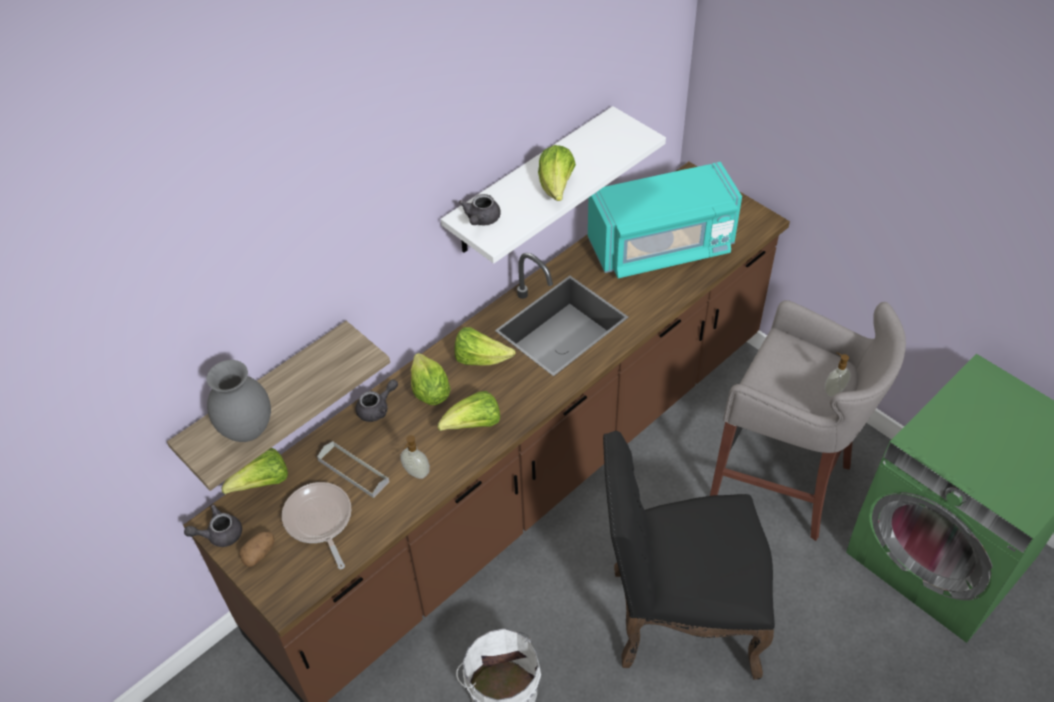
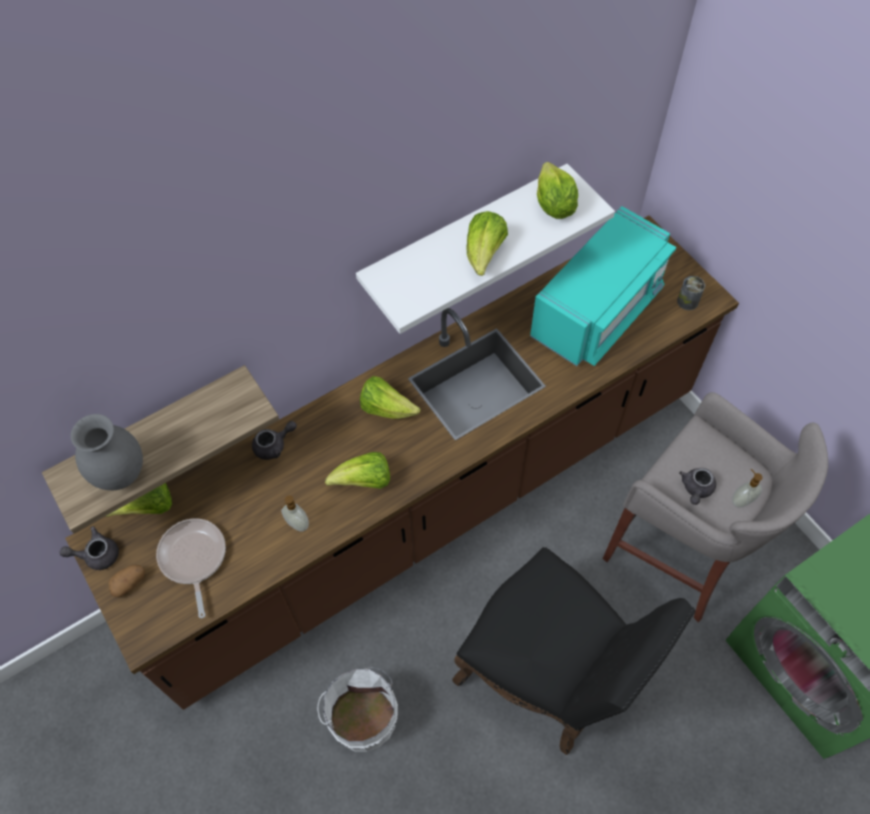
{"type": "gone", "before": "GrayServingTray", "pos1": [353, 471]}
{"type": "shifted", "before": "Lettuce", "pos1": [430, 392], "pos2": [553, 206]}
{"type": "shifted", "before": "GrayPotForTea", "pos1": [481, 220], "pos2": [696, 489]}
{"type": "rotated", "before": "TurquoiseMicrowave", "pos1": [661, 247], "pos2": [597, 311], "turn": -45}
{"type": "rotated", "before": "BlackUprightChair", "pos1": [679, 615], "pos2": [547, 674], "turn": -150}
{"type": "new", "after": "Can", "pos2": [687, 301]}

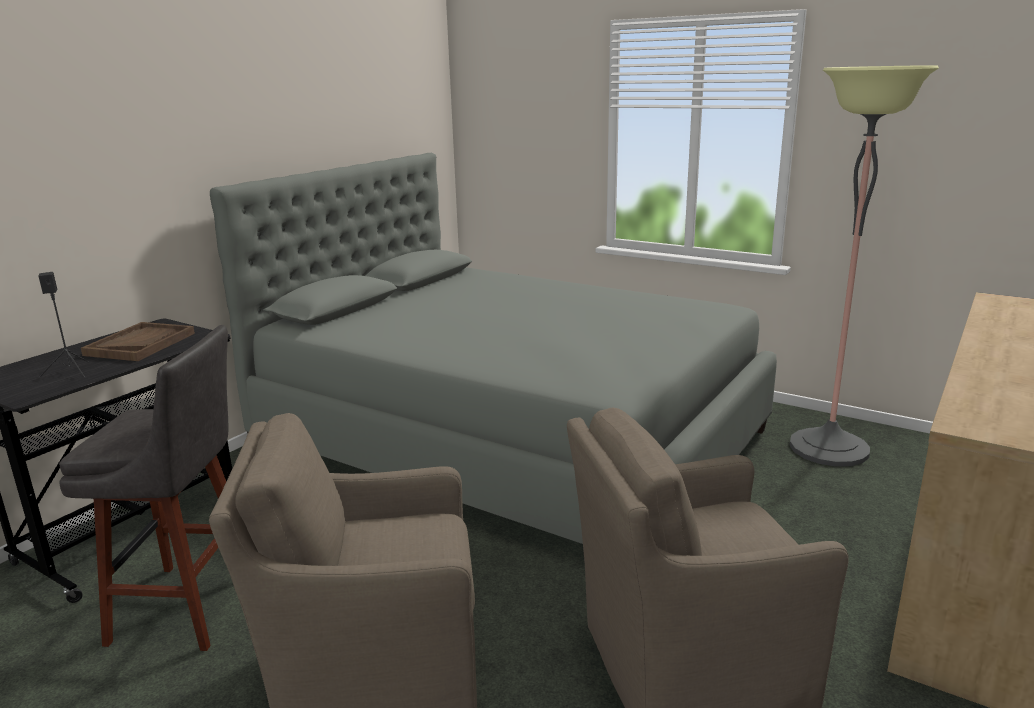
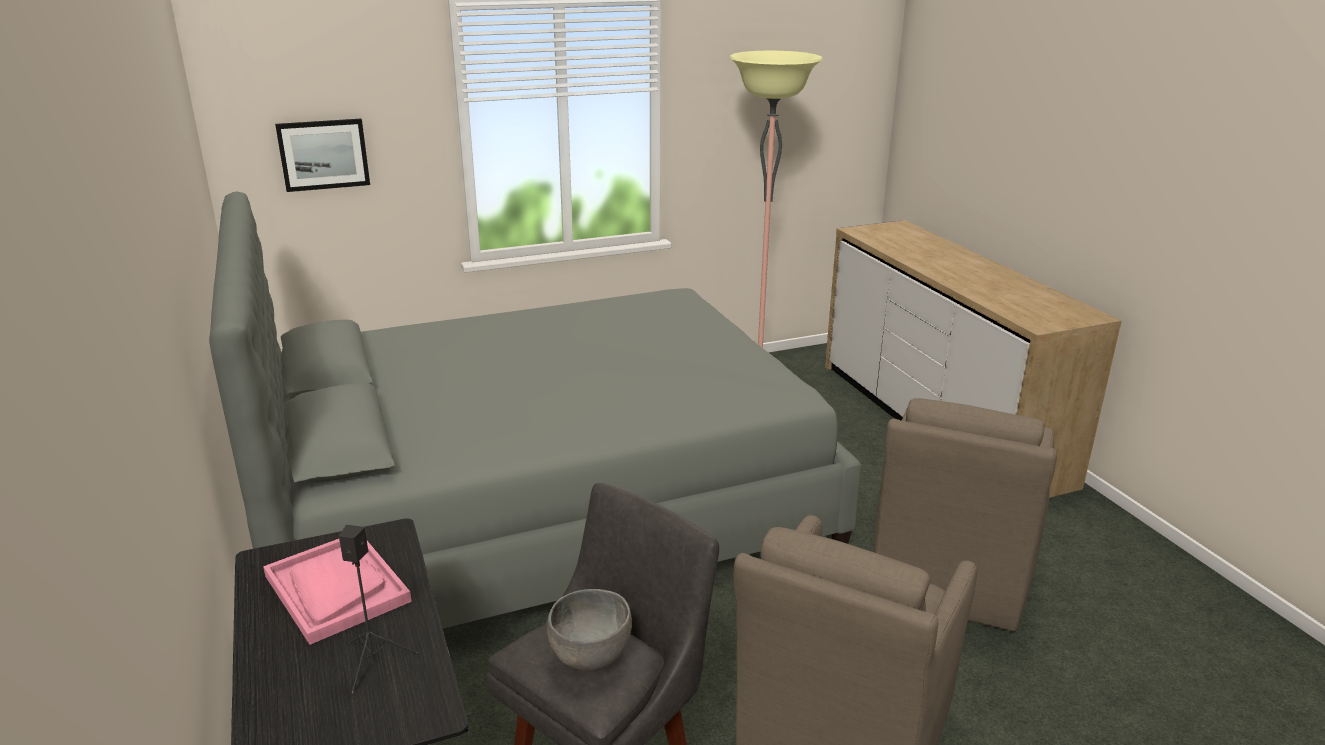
{"type": "repainted", "before": "BrownColouredServingTray", "after": "PinkColouredServingTray", "pos1": [140, 344], "pos2": [336, 588]}
{"type": "new", "after": "Picture", "pos2": [323, 154]}
{"type": "new", "after": "GrayDeepDish", "pos2": [590, 657]}

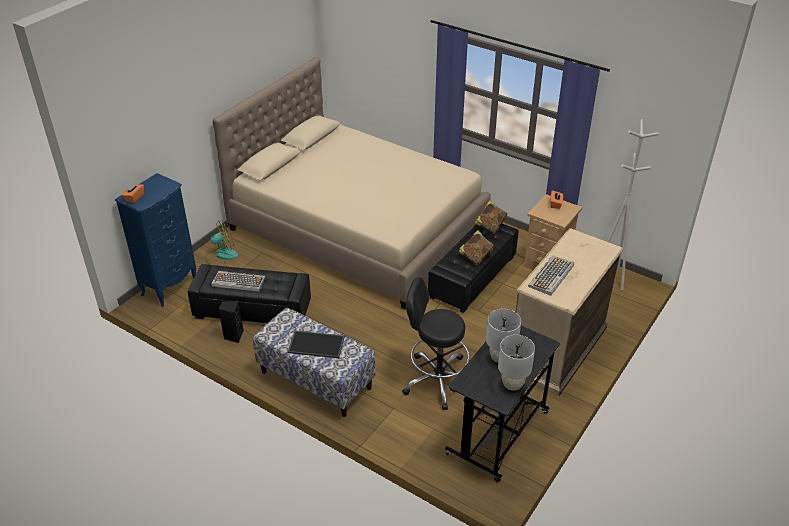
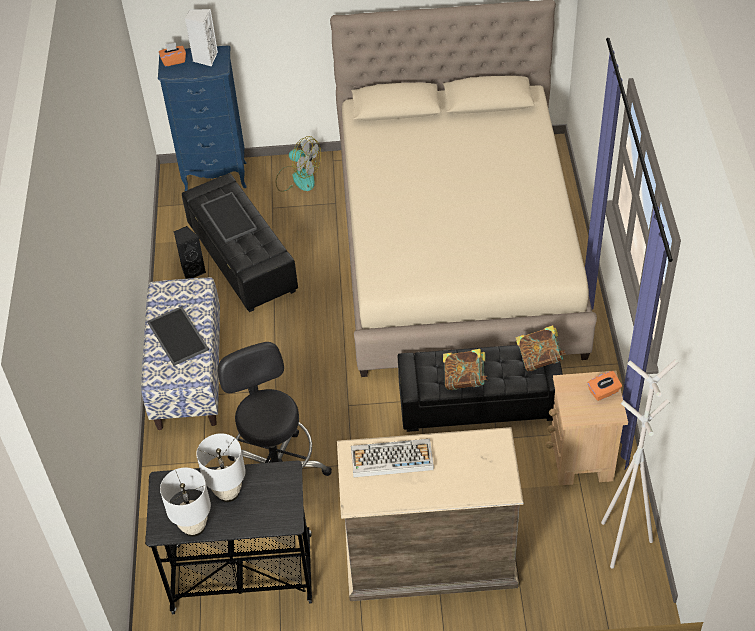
{"type": "swapped", "before": "ComputerKeyboard", "after": "ServingTray", "pos1": [238, 282], "pos2": [227, 217]}
{"type": "new", "after": "WhitishLoudspeaker", "pos2": [205, 58]}

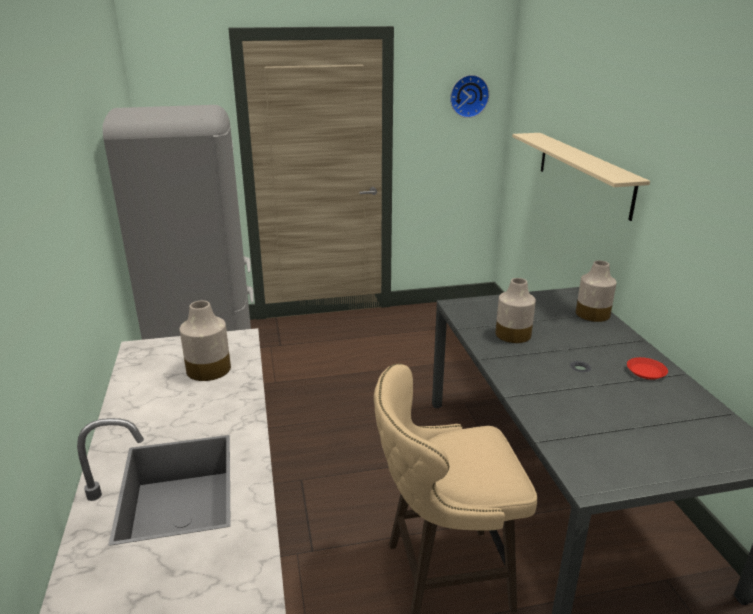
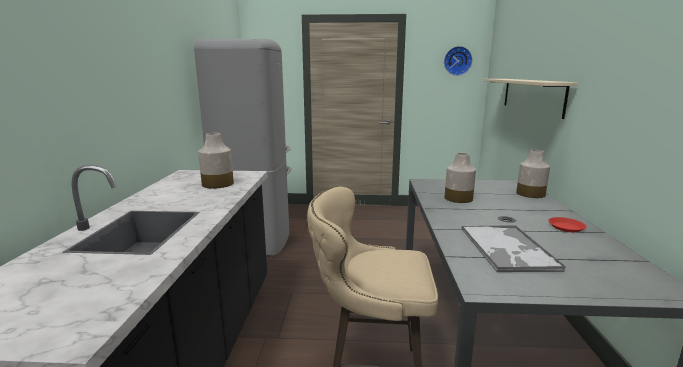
{"type": "new", "after": "ServingTray", "pos2": [507, 249]}

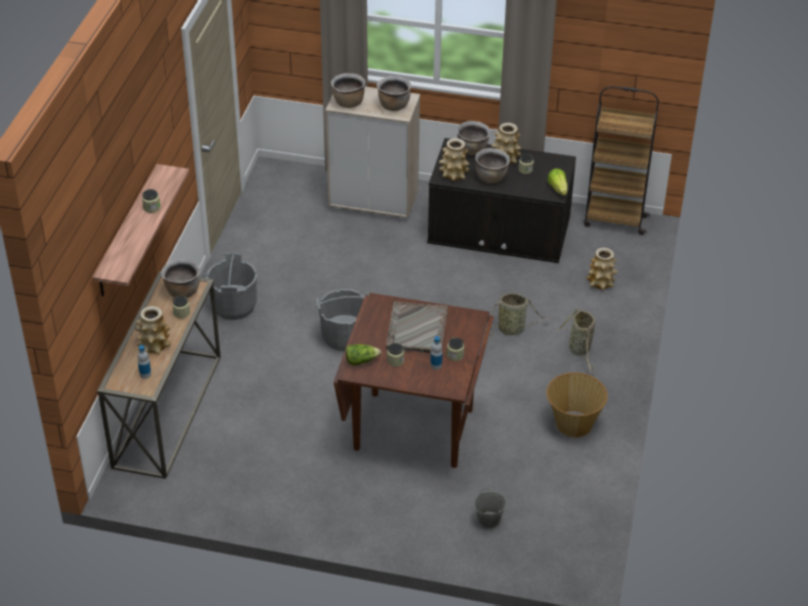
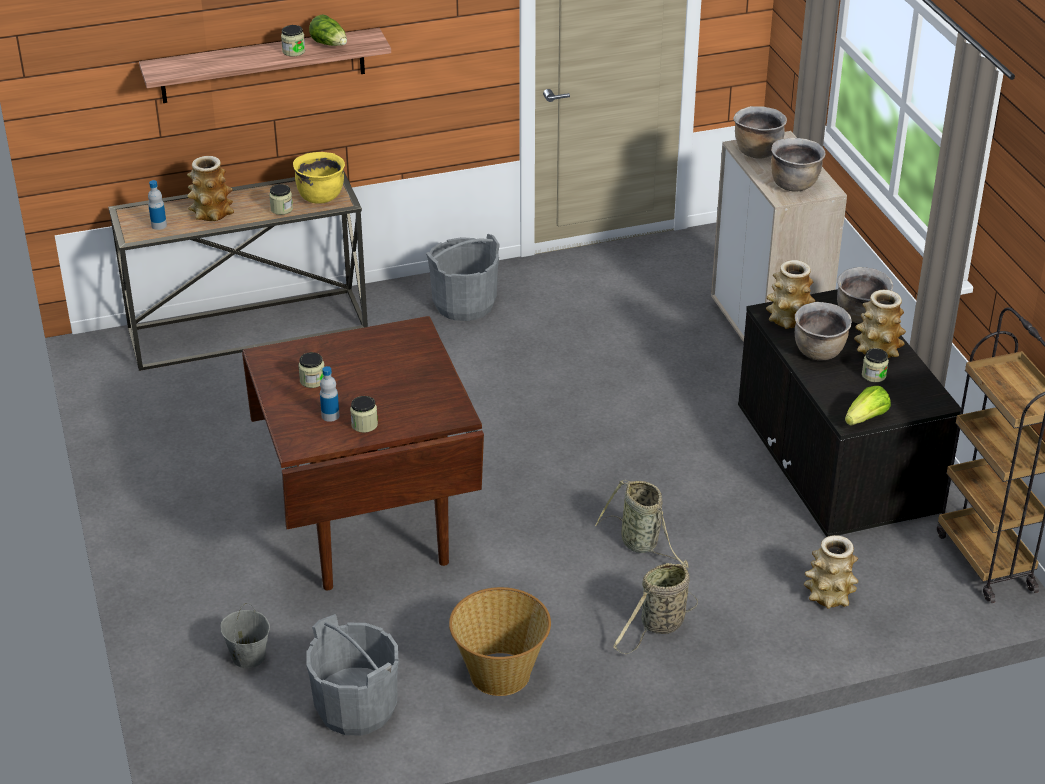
{"type": "repainted", "before": "BrownColouredCookingPot", "after": "YellowColouredCookingPot", "pos1": [182, 291], "pos2": [320, 196]}
{"type": "shifted", "before": "GrayWaterBucket", "pos1": [344, 336], "pos2": [356, 707]}
{"type": "shifted", "before": "Lettuce", "pos1": [361, 361], "pos2": [330, 44]}
{"type": "gone", "before": "GrayServingTray", "pos1": [417, 329]}

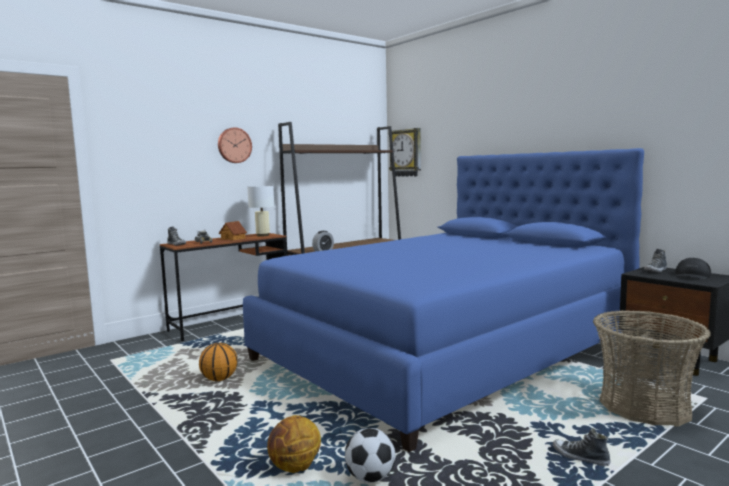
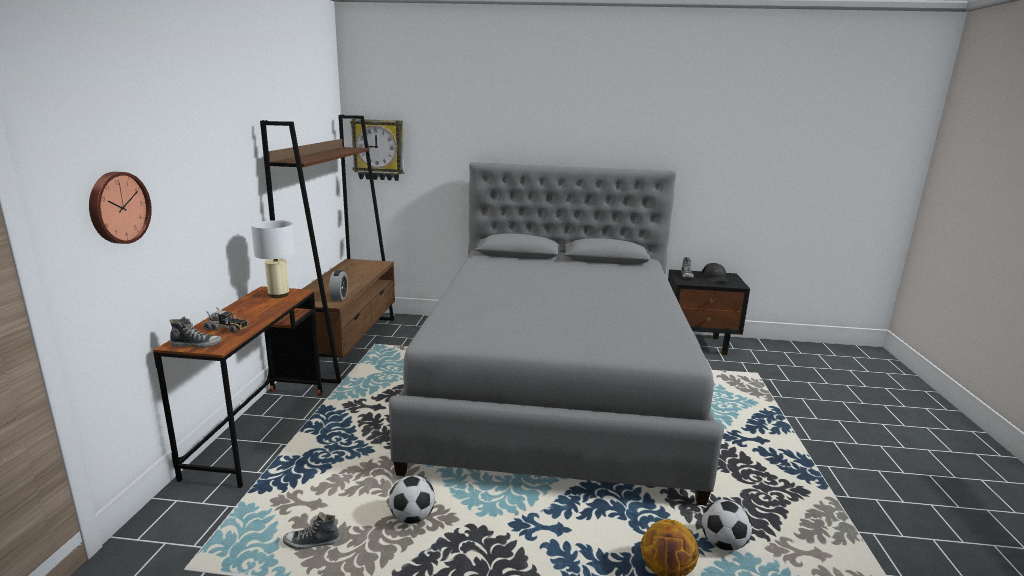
{"type": "swapped", "before": "BallForBasketball", "after": "BallForFootball", "pos1": [220, 379], "pos2": [412, 518]}
{"type": "shifted", "before": "HangingClock", "pos1": [234, 145], "pos2": [117, 207]}
{"type": "gone", "before": "ToyHouse", "pos1": [233, 238]}
{"type": "repainted", "before": "BlueColouredSleepingBed", "after": "GraySleepingBed", "pos1": [447, 350], "pos2": [556, 386]}
{"type": "shifted", "before": "LowShoe", "pos1": [580, 457], "pos2": [312, 543]}
{"type": "gone", "before": "HouseholdBasket", "pos1": [644, 406]}

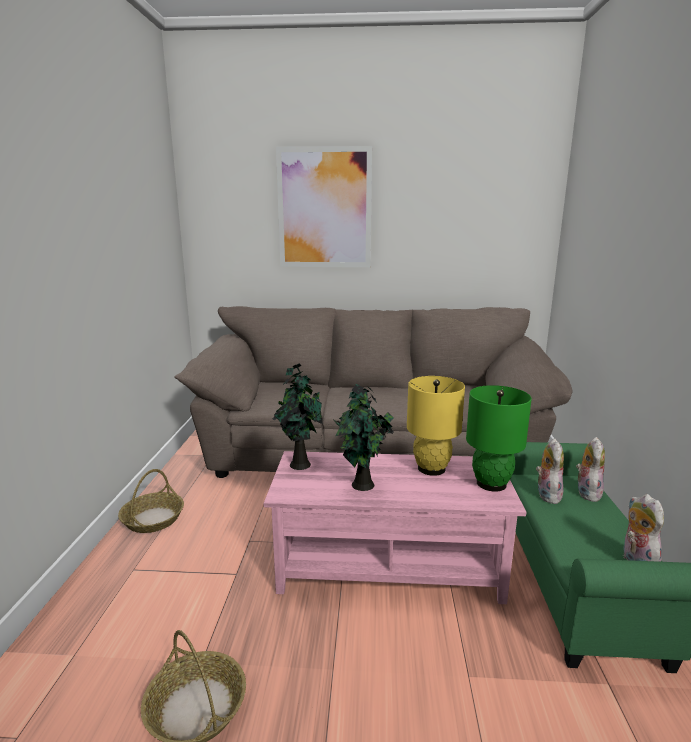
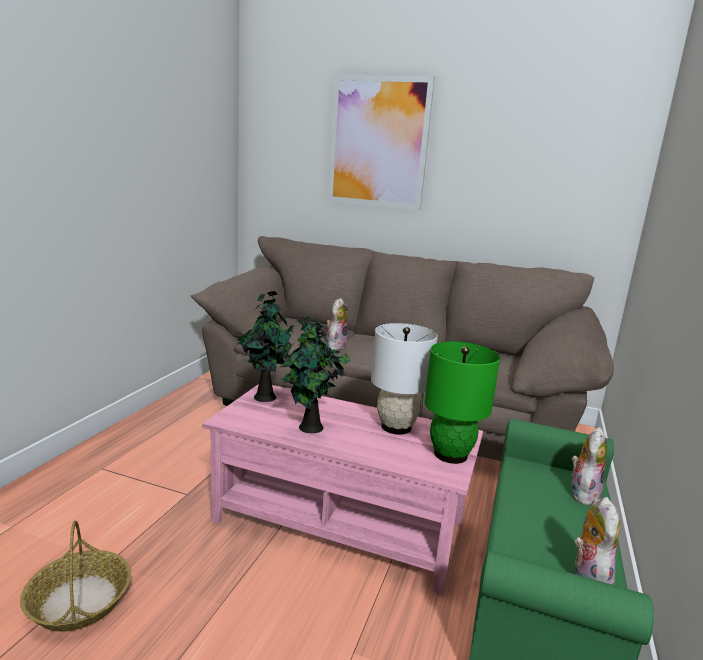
{"type": "gone", "before": "HouseholdBasket", "pos1": [153, 519]}
{"type": "repainted", "before": "YellowColouredTabletopLamp", "after": "WhitishTabletopLamp", "pos1": [431, 469], "pos2": [396, 427]}
{"type": "shifted", "before": "SoftToy", "pos1": [546, 494], "pos2": [335, 346]}

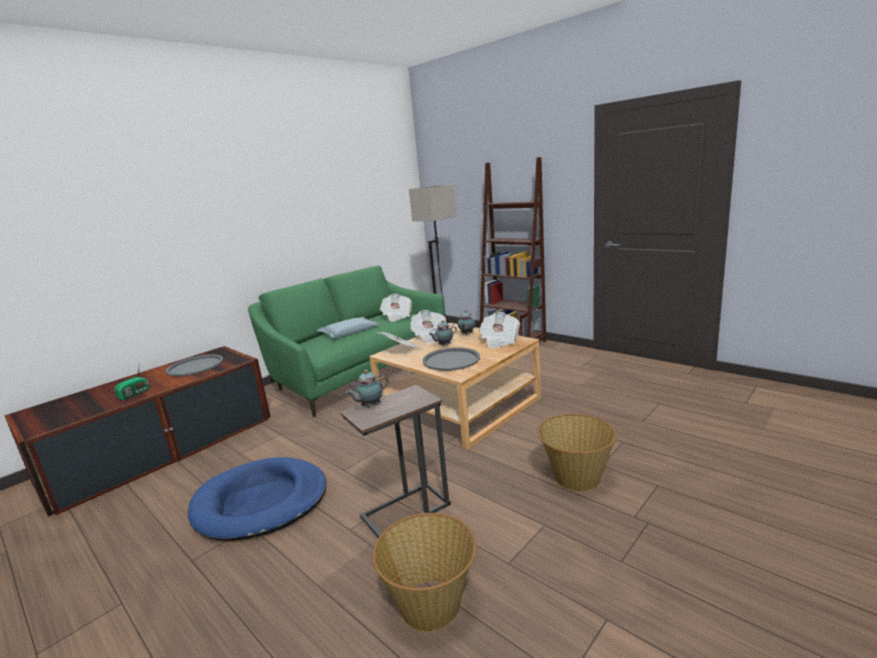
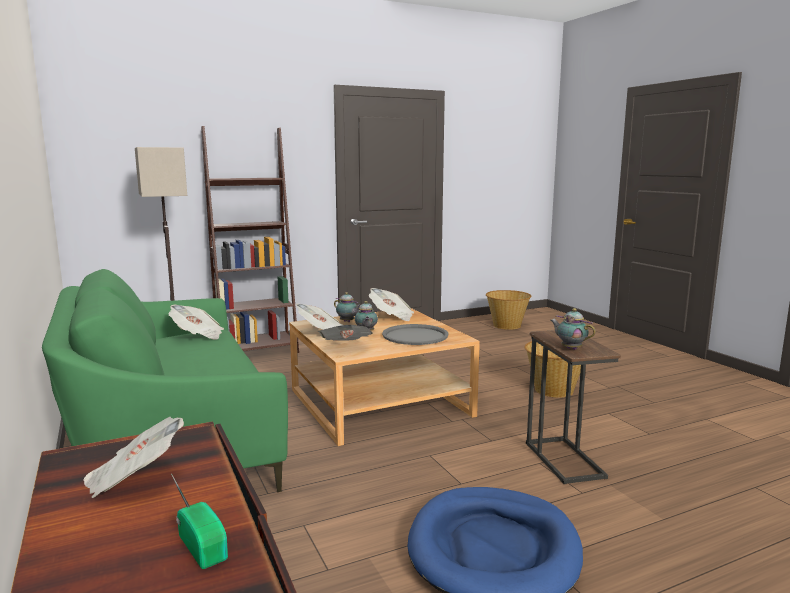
{"type": "swapped", "before": "GrayServingTray", "after": "DailyPaper", "pos1": [195, 366], "pos2": [134, 479]}
{"type": "gone", "before": "BlueColouredPillow", "pos1": [349, 331]}
{"type": "rotated", "before": "PotForTea", "pos1": [370, 407], "pos2": [570, 348], "turn": 150}
{"type": "shifted", "before": "HouseholdBasket", "pos1": [431, 604], "pos2": [507, 325]}

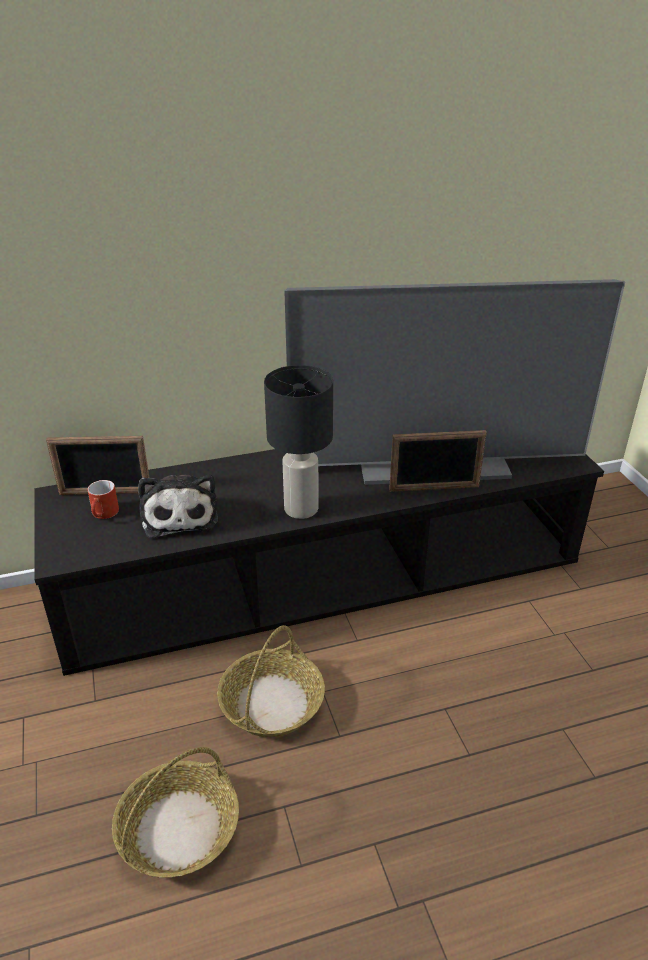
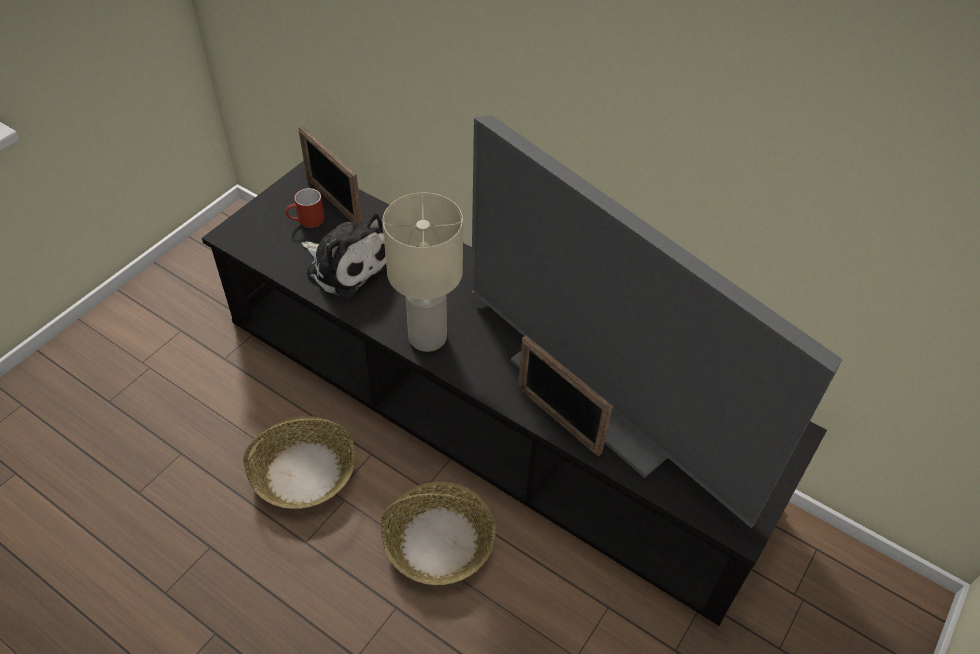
{"type": "shifted", "before": "HouseholdBasket", "pos1": [178, 830], "pos2": [438, 542]}
{"type": "rotated", "before": "SoftToy", "pos1": [180, 515], "pos2": [346, 265], "turn": -90}
{"type": "repainted", "before": "BlackTabletopLamp", "after": "BeigeTabletopLamp", "pos1": [301, 509], "pos2": [426, 338]}

